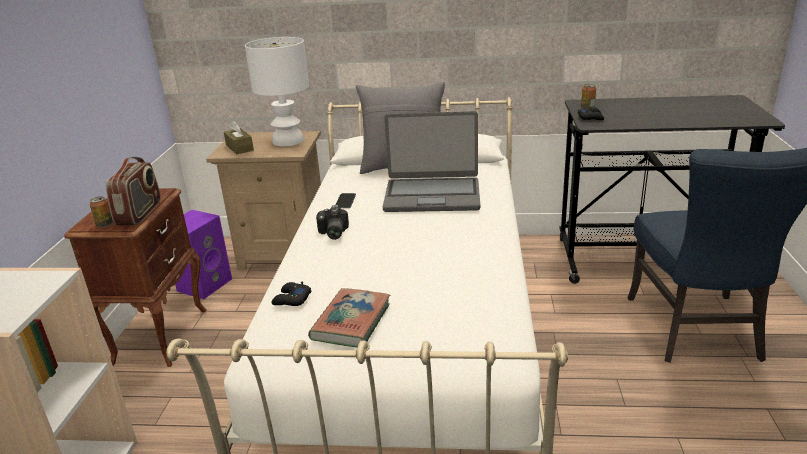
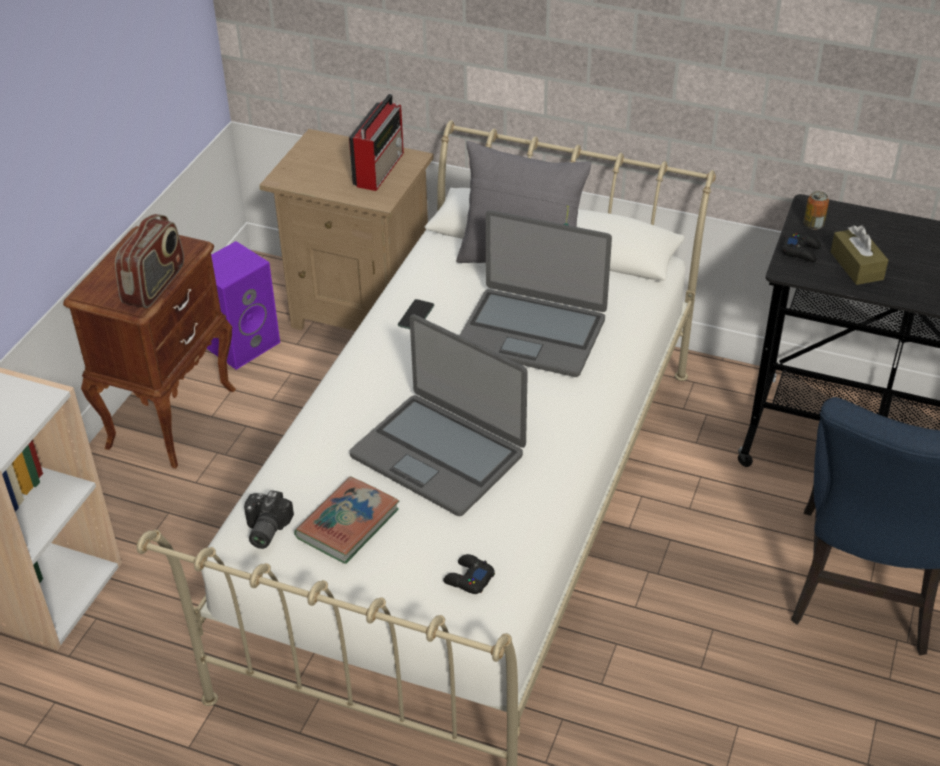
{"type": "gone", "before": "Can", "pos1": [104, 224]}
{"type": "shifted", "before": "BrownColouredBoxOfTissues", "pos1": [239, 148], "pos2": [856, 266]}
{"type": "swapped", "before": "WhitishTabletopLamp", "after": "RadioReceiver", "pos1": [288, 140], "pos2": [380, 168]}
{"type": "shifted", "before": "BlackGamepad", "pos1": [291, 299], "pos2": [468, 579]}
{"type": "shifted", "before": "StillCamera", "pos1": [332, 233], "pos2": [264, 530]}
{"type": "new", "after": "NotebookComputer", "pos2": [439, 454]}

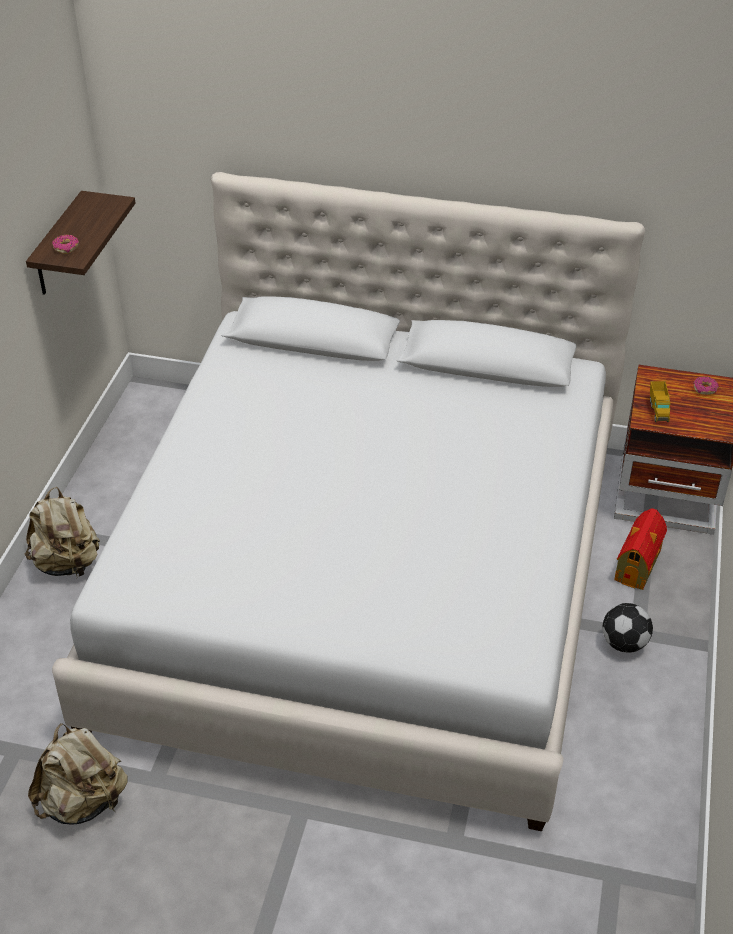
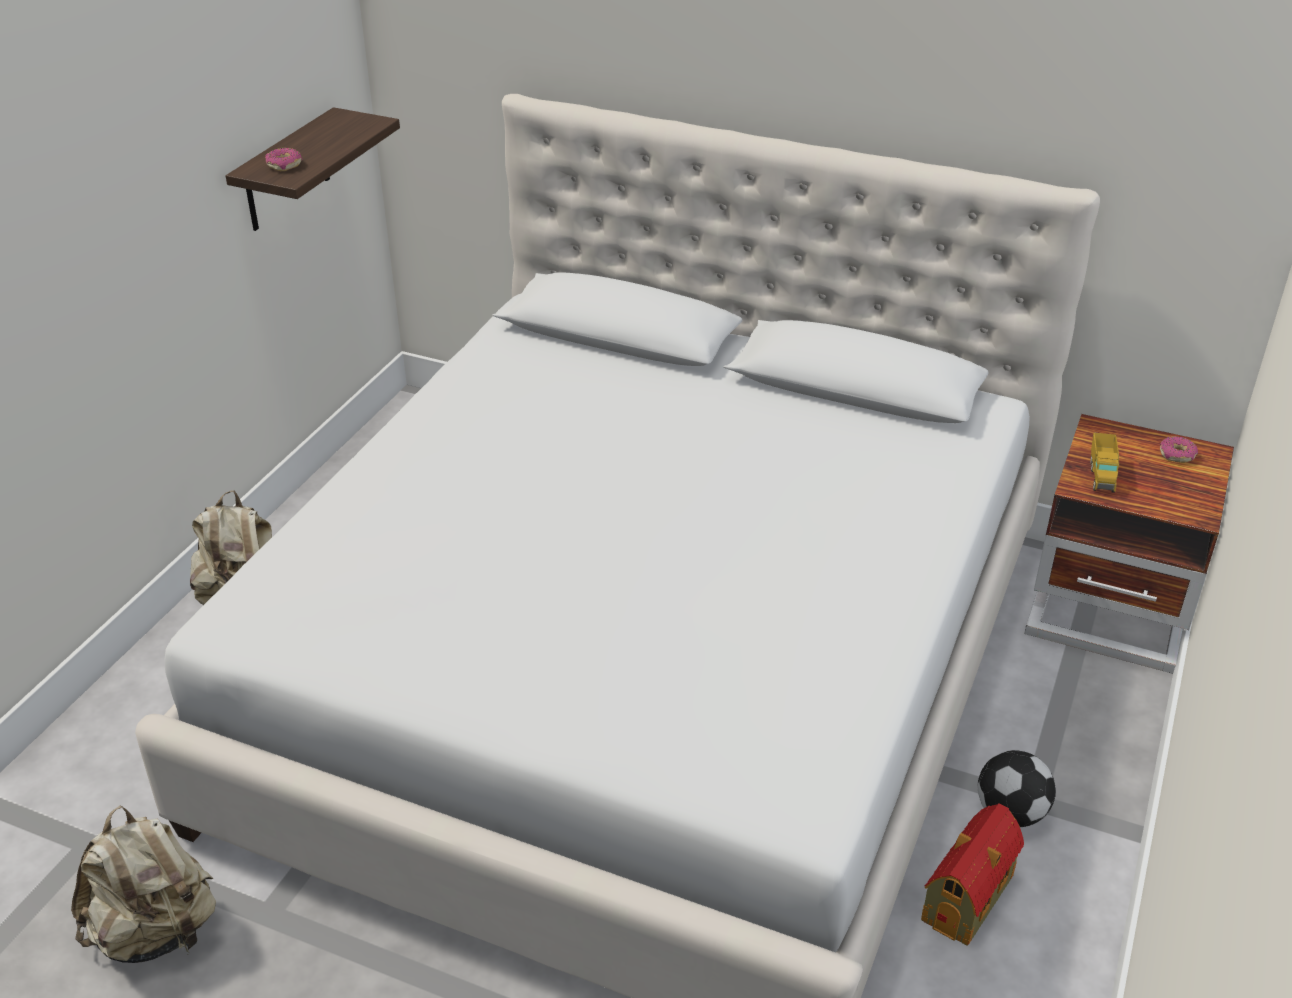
{"type": "shifted", "before": "ToyHouse", "pos1": [638, 564], "pos2": [969, 896]}

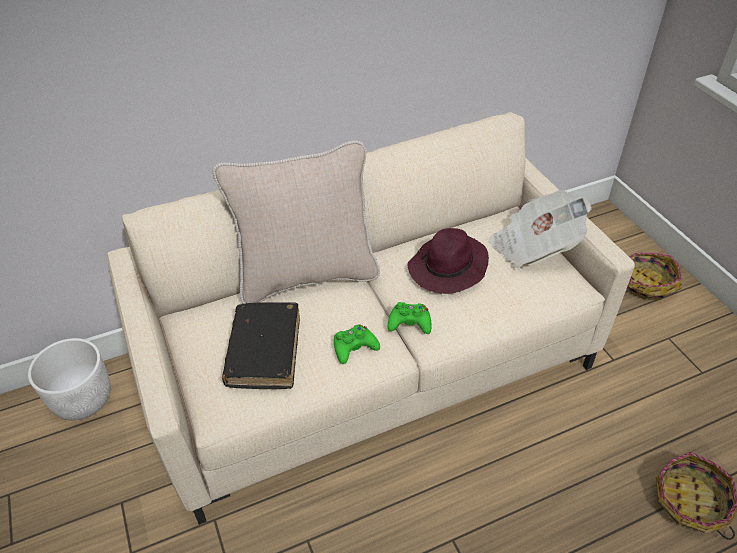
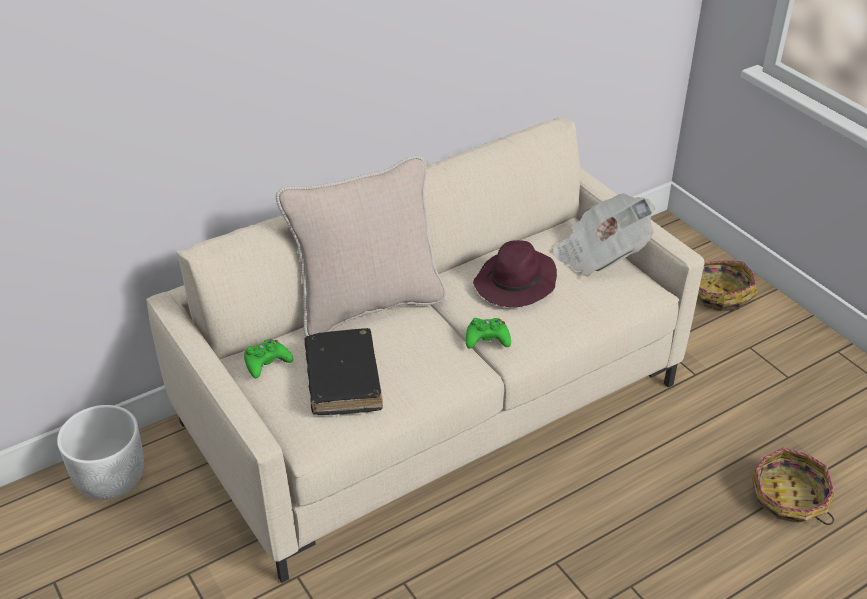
{"type": "shifted", "before": "GreenColouredGamepad", "pos1": [354, 347], "pos2": [266, 363]}

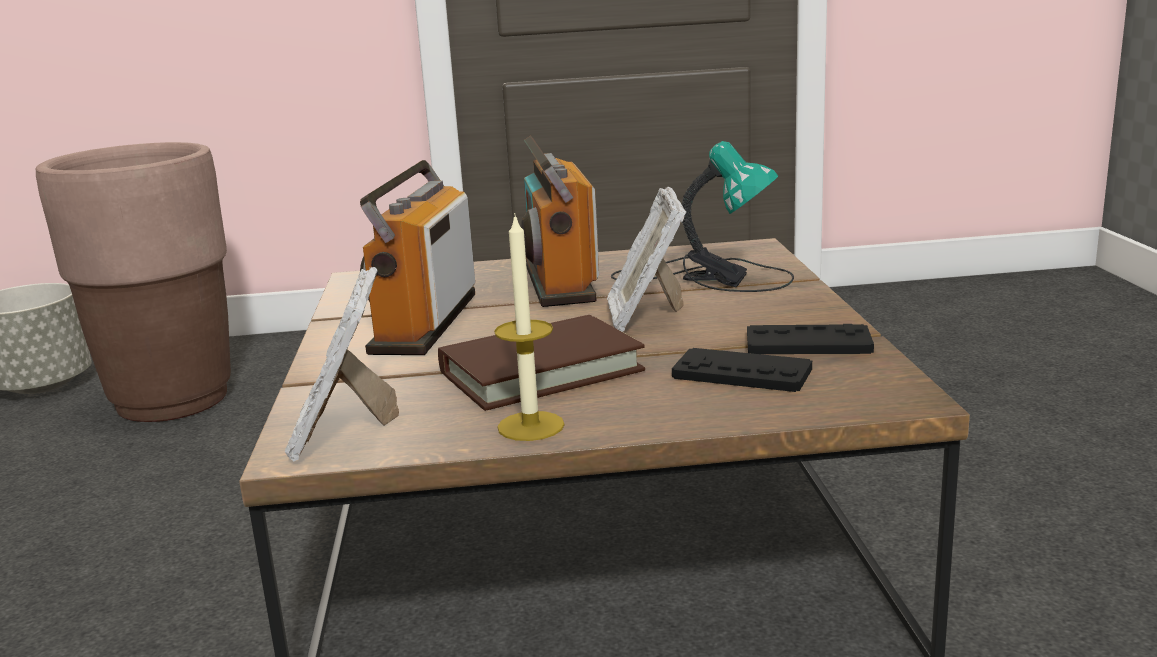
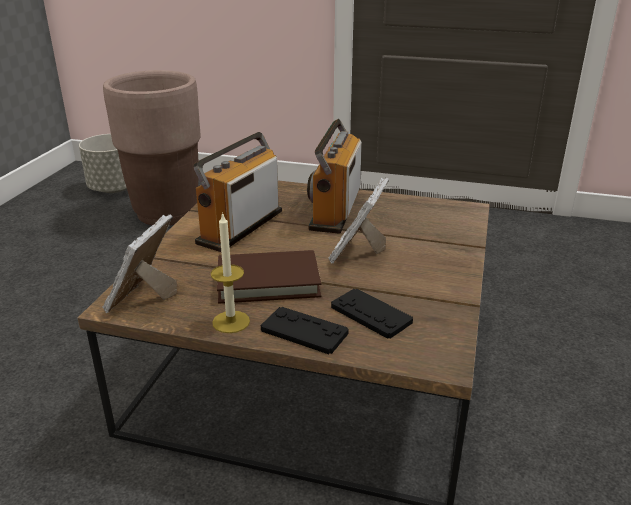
{"type": "gone", "before": "TabletopLamp", "pos1": [709, 276]}
{"type": "shifted", "before": "BlackGamepad", "pos1": [808, 343], "pos2": [304, 331]}

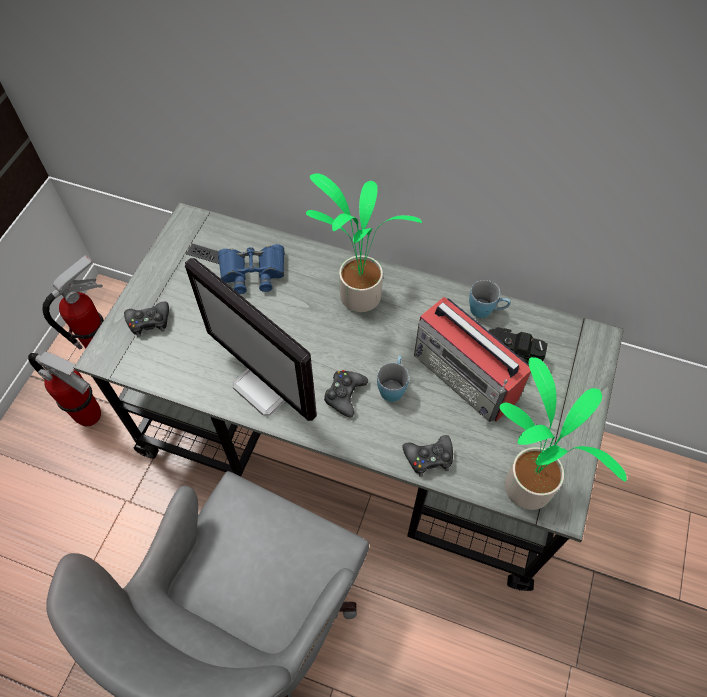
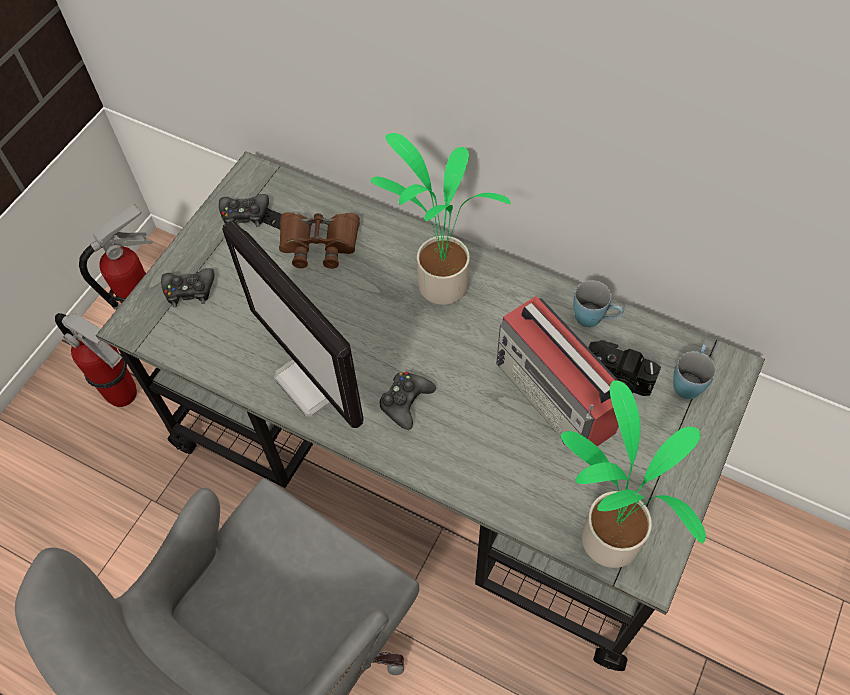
{"type": "repainted", "before": "BlueColouredPairOfBinoculars", "after": "BrownColouredPairOfBinoculars", "pos1": [252, 272], "pos2": [319, 243]}
{"type": "shifted", "before": "BlueColouredTeaMug", "pos1": [393, 386], "pos2": [689, 381]}
{"type": "shifted", "before": "BlackGamepad", "pos1": [429, 457], "pos2": [245, 214]}

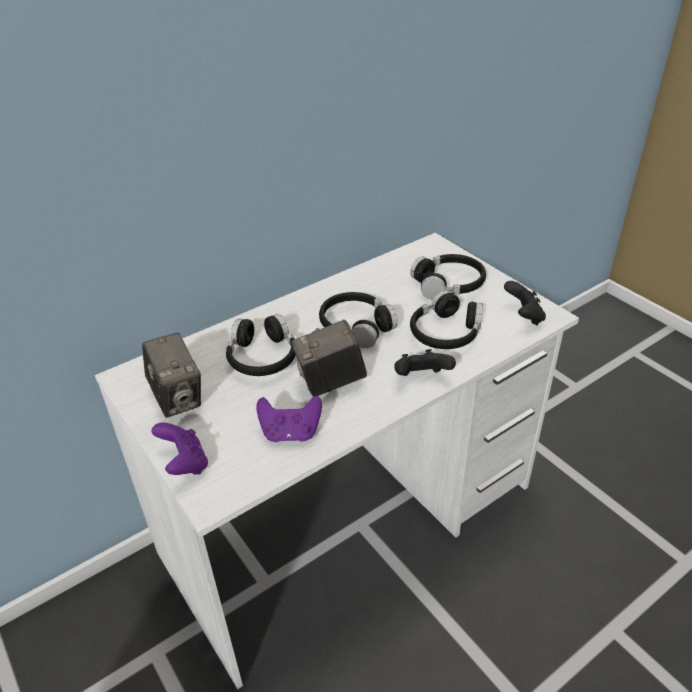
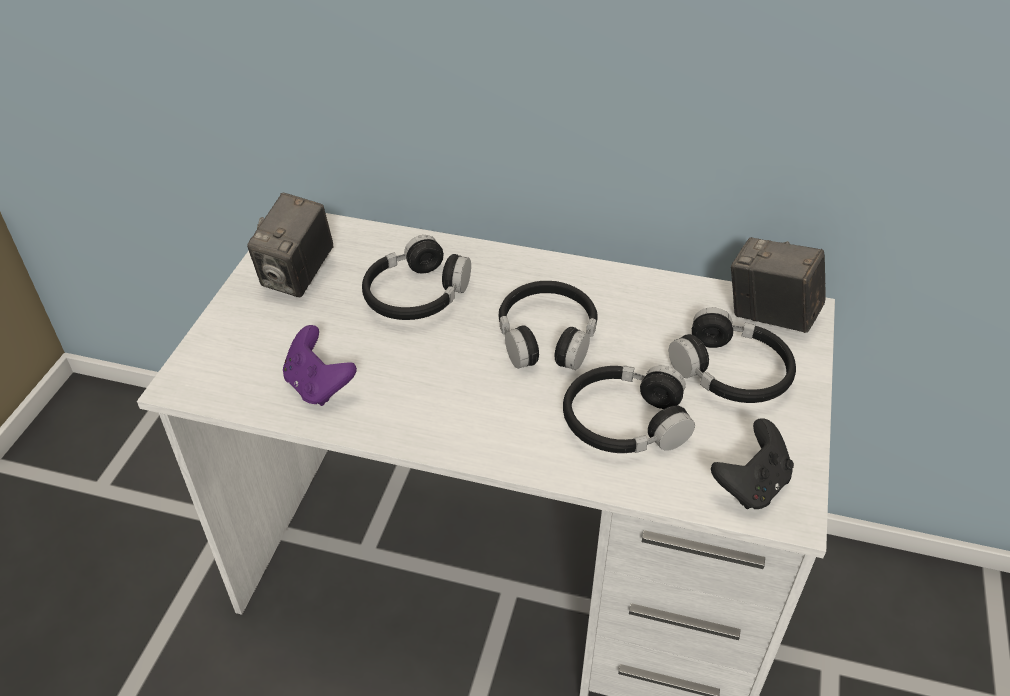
{"type": "gone", "before": "PurpleGamepad", "pos1": [185, 464]}
{"type": "shifted", "before": "StillCamera", "pos1": [331, 382], "pos2": [770, 315]}
{"type": "gone", "before": "BlackGamepad", "pos1": [421, 378]}

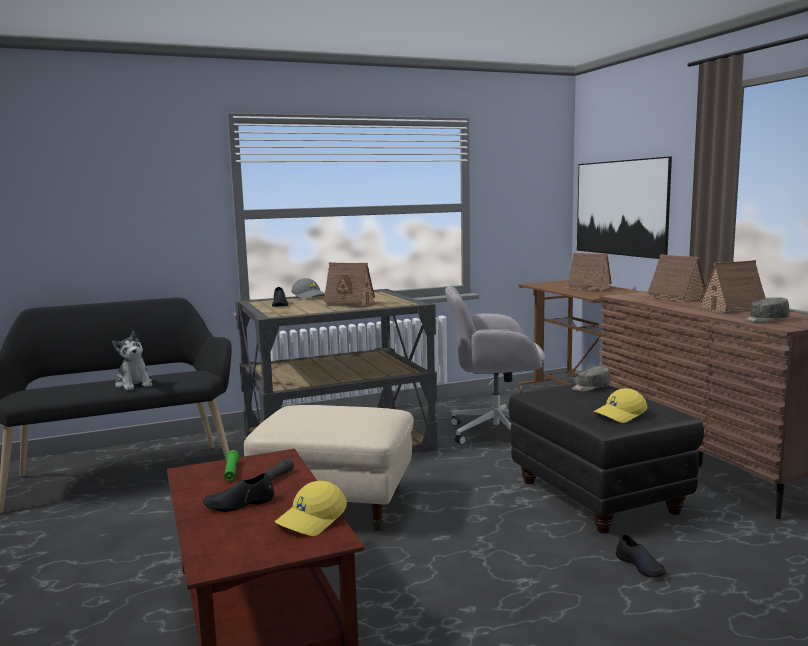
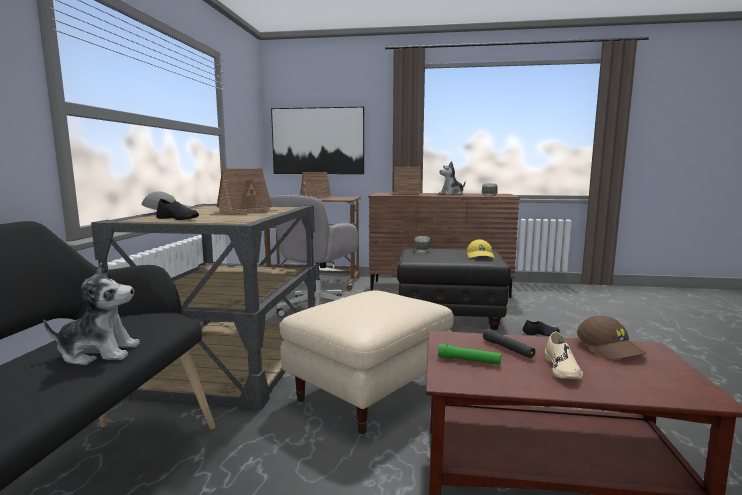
{"type": "repainted", "before": "BlackLowShoe", "after": "BeigeLowShoe", "pos1": [239, 504], "pos2": [562, 368]}
{"type": "repainted", "before": "YellowColouredBaseballCap", "after": "BrownColouredBaseballCap", "pos1": [312, 520], "pos2": [610, 349]}
{"type": "swapped", "before": "ToyHouse", "after": "SoftToy", "pos1": [729, 309], "pos2": [452, 194]}

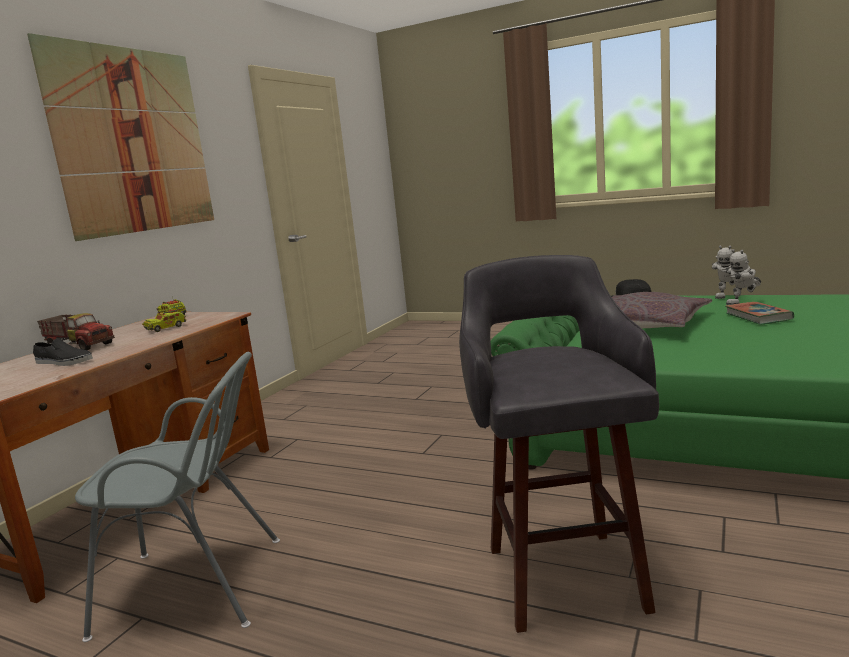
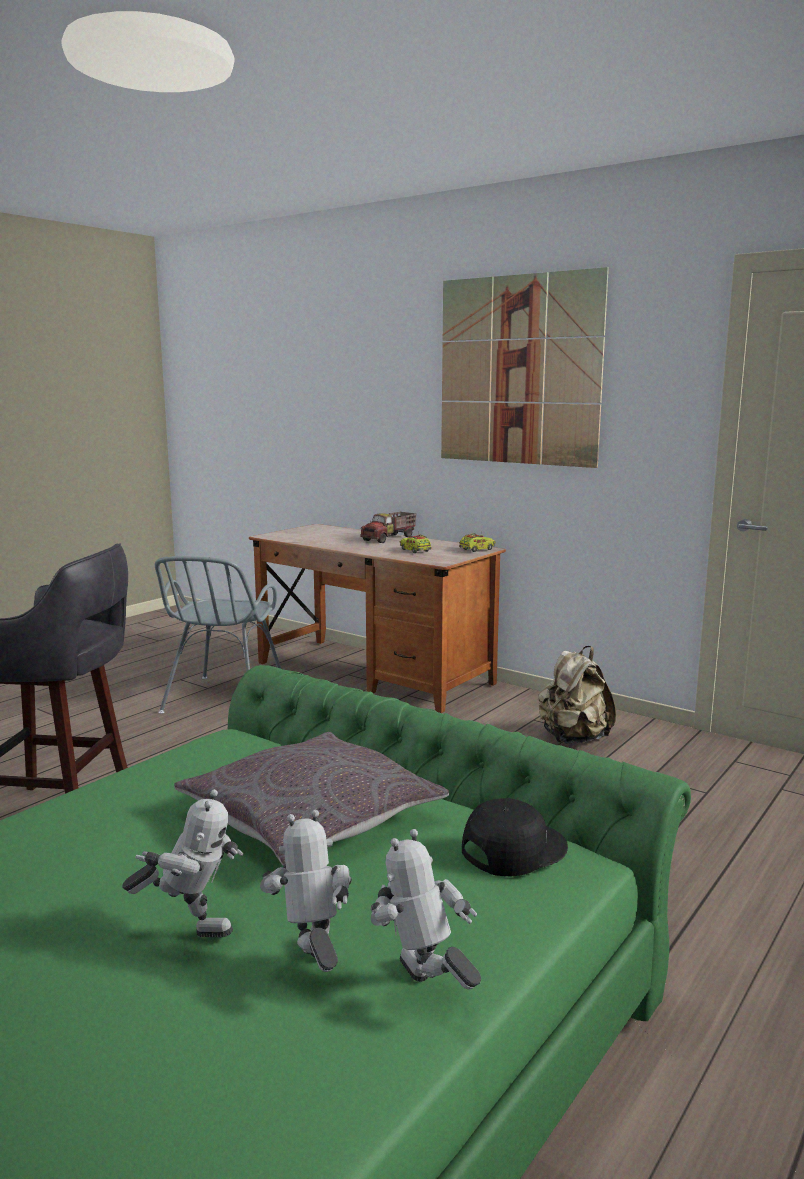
{"type": "gone", "before": "BlackLowShoe", "pos1": [63, 362]}
{"type": "swapped", "before": "Volume", "after": "ModelRobot", "pos1": [758, 317], "pos2": [190, 926]}
{"type": "new", "after": "BeigeRucksack", "pos2": [573, 739]}

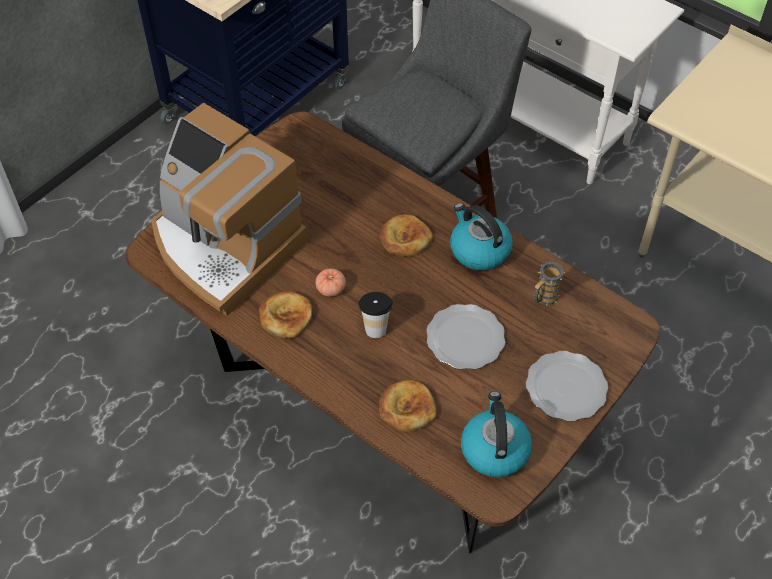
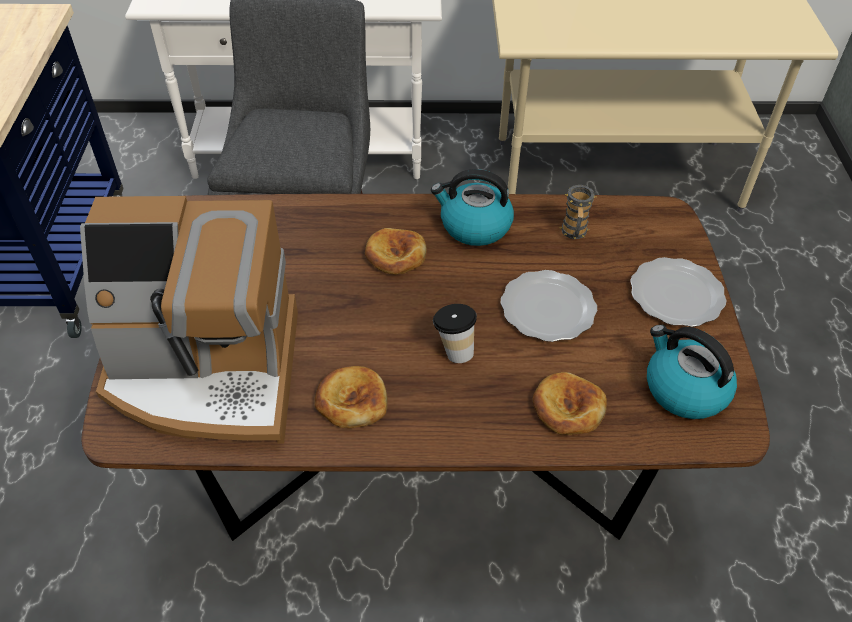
{"type": "gone", "before": "WholeTomato", "pos1": [331, 289]}

